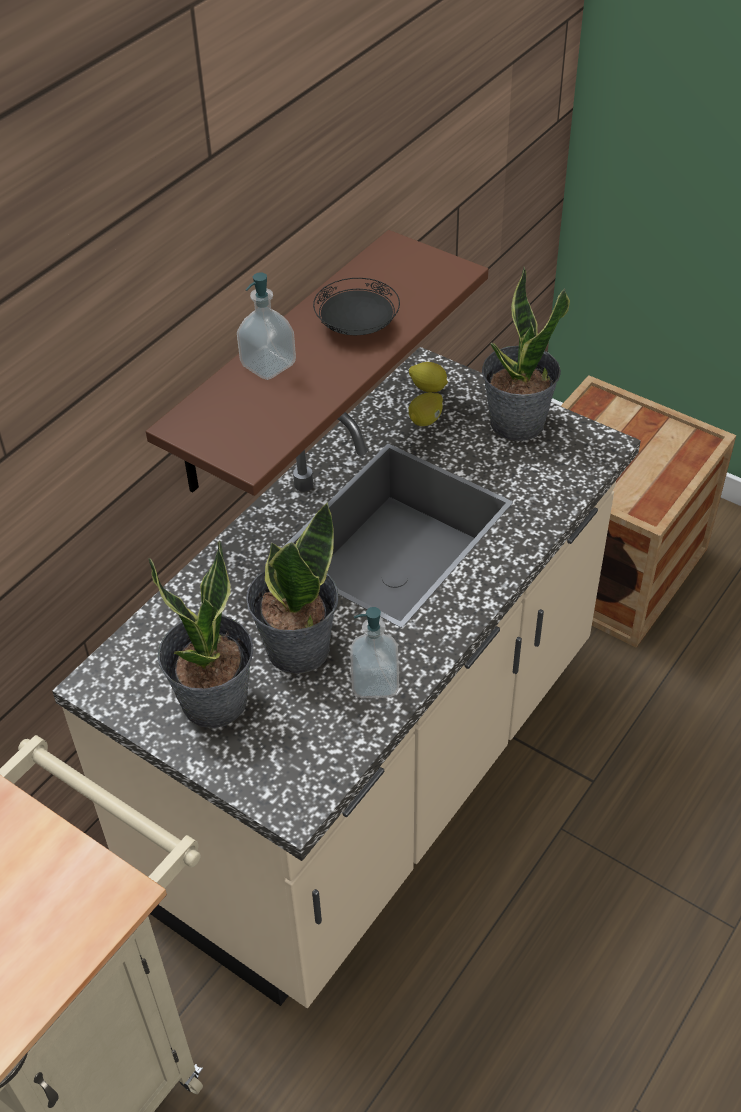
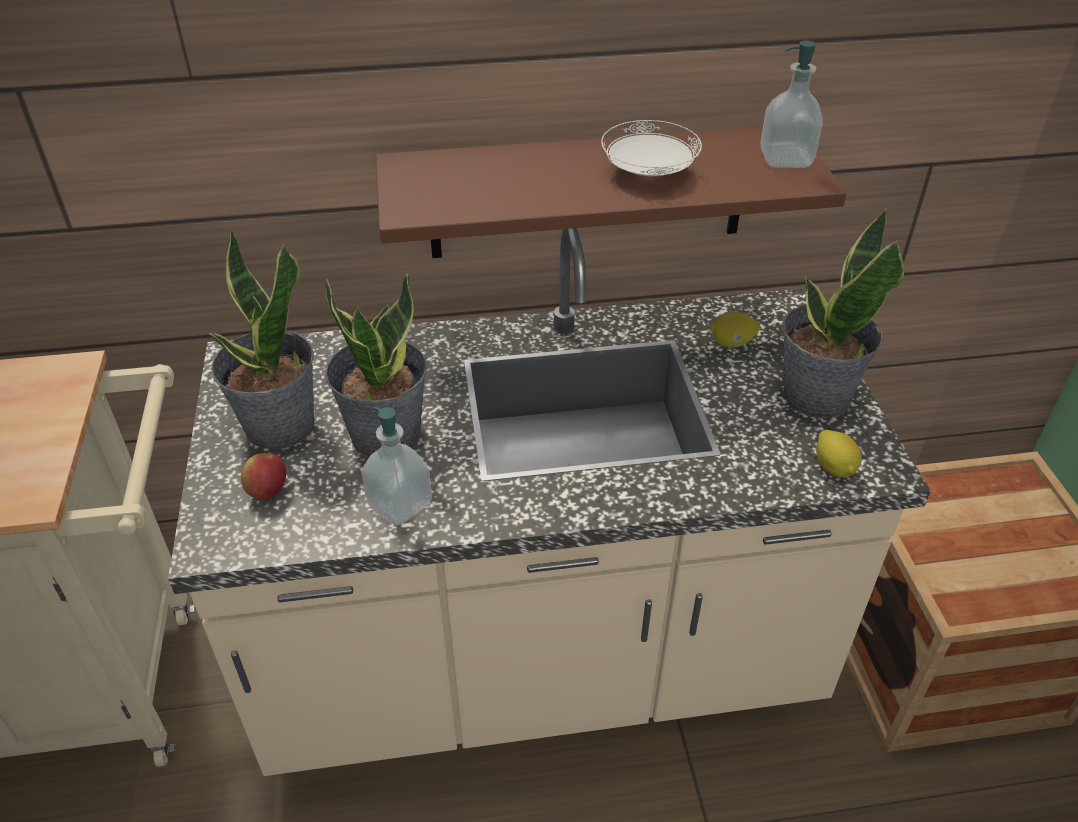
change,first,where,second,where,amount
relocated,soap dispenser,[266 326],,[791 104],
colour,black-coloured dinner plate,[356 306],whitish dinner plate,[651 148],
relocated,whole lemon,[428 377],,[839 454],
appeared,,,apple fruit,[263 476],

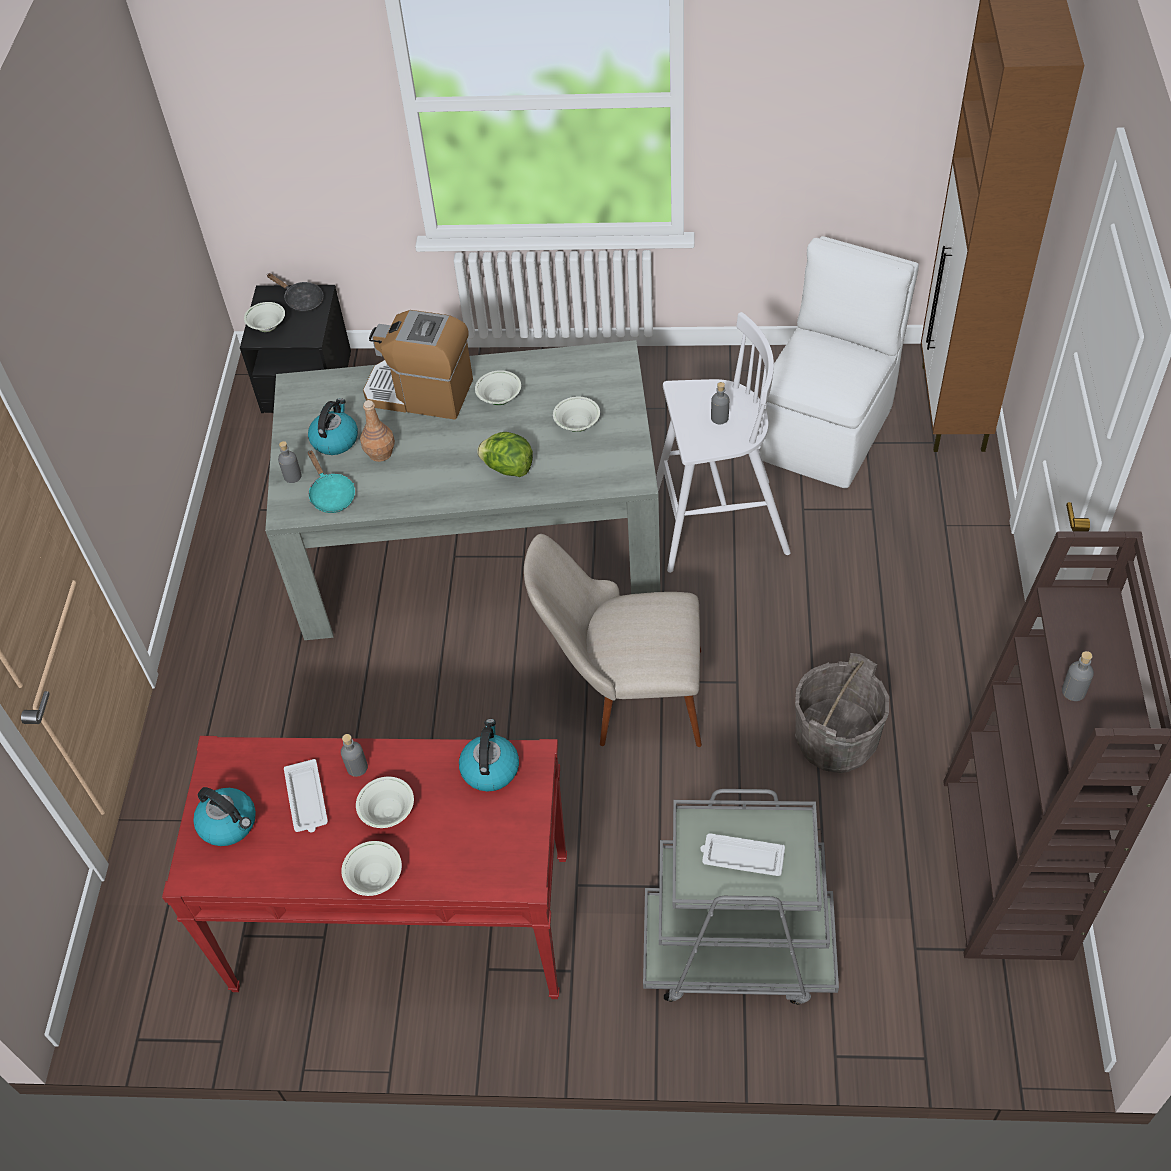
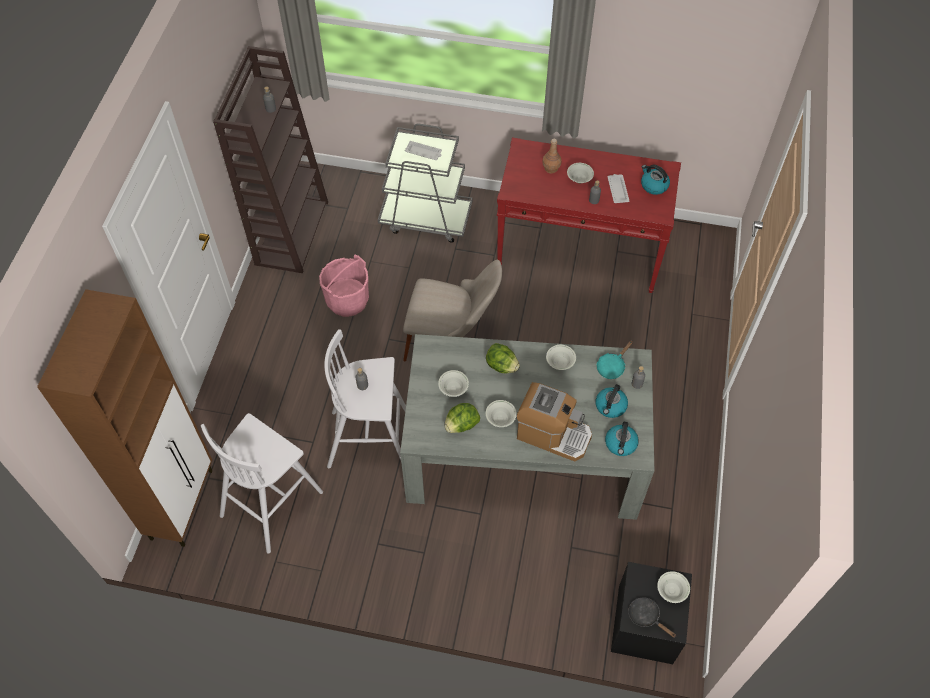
change,first,where,second,where,amount
exchanged,whitish plain chair,[839 362],whitish stool,[262 483],
relocated,brown bottle,[377 431],,[551 156],
spun,turquoise-coloured skillet,[331 481],,[615 359],120 degrees counterclockwise
colour,grey water bucket,[842 713],pink-coloured water bucket,[344 286],
relocated,water kettle,[489 755],,[622 439],
relocated,whitish deep dish,[371 868],,[561 357],
appeared,,,lettuce,[462 418],

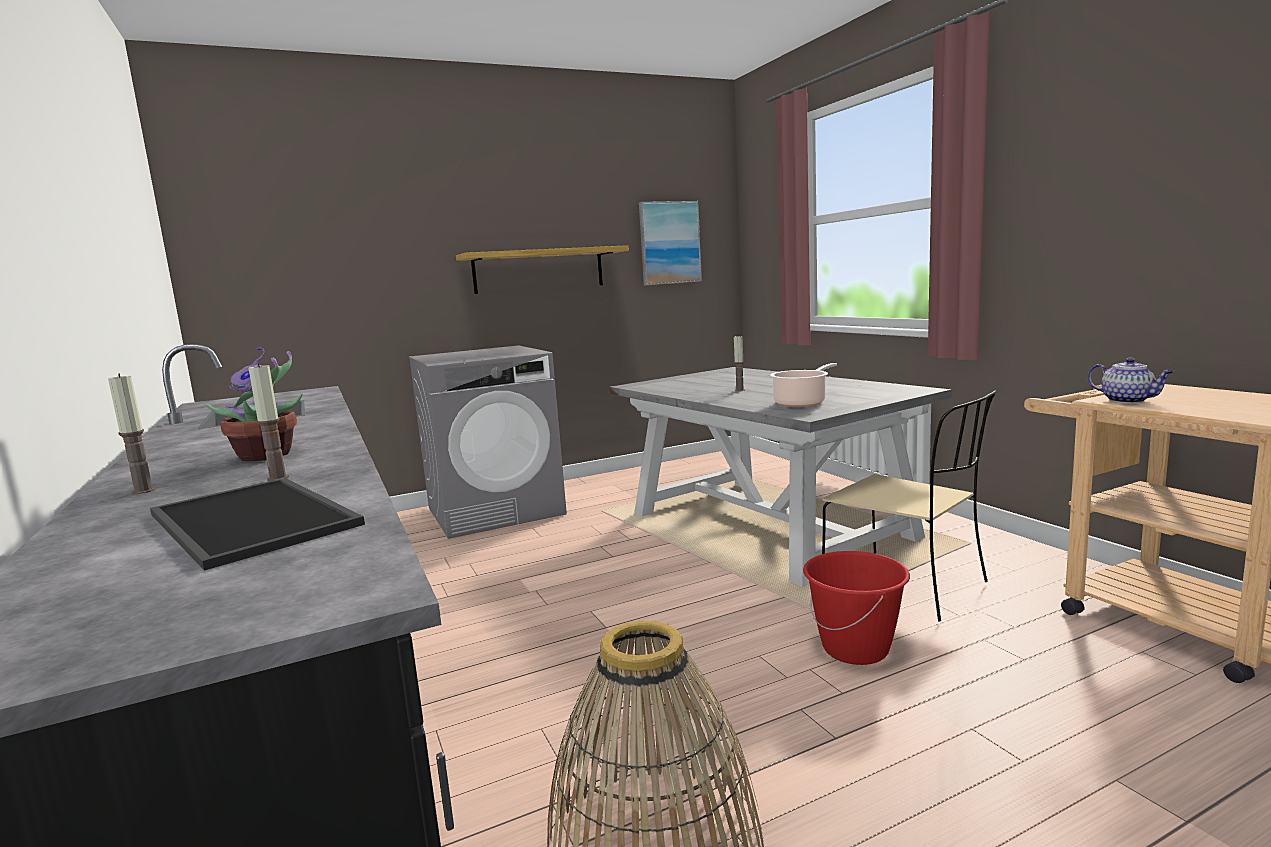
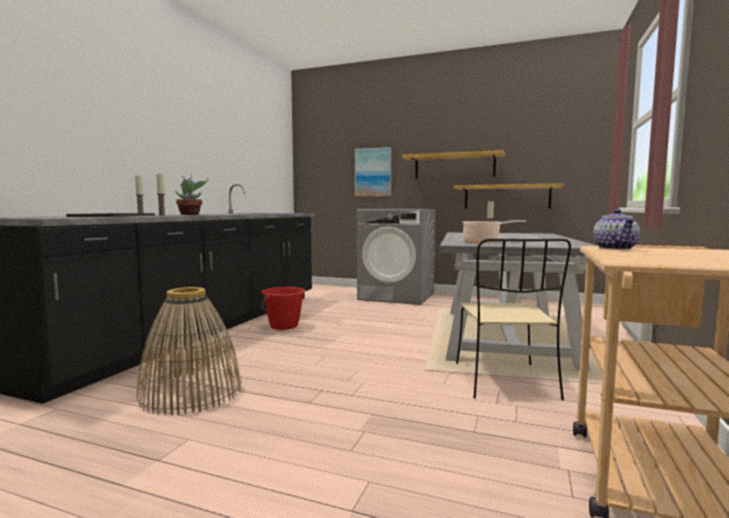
change,first,where,second,where,amount
relocated,wall picture,[670 243],,[373 172],
relocated,red water bucket,[856 608],,[283 308],
appeared,,,bracket shelf,[508 196],

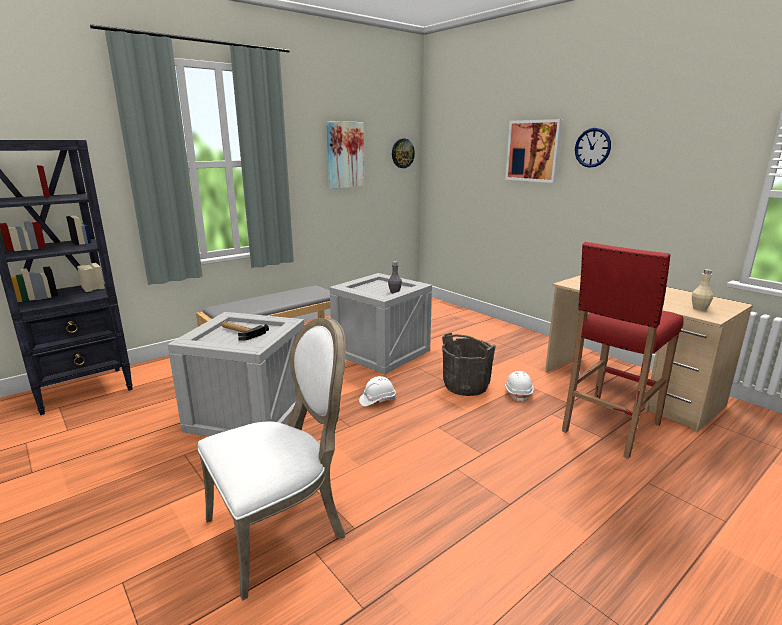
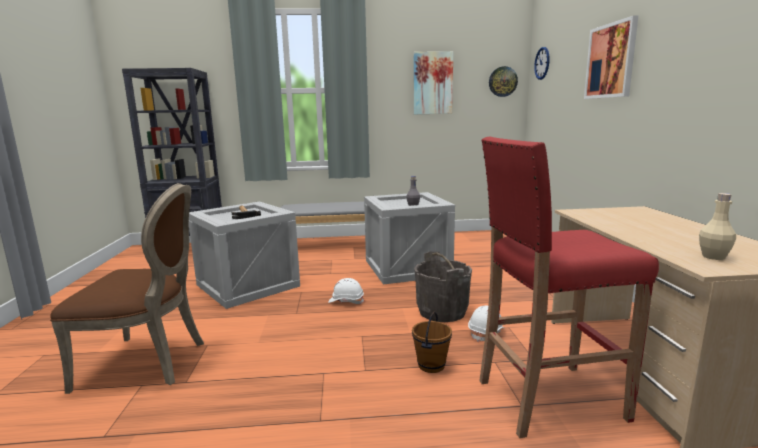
change,first,where,second,where,amount
relocated,wall clock,[593 148],,[542 63],
colour,whitish plain chair,[272 459],brown plain chair,[127 288],
appeared,,,brown water bucket,[432 342],

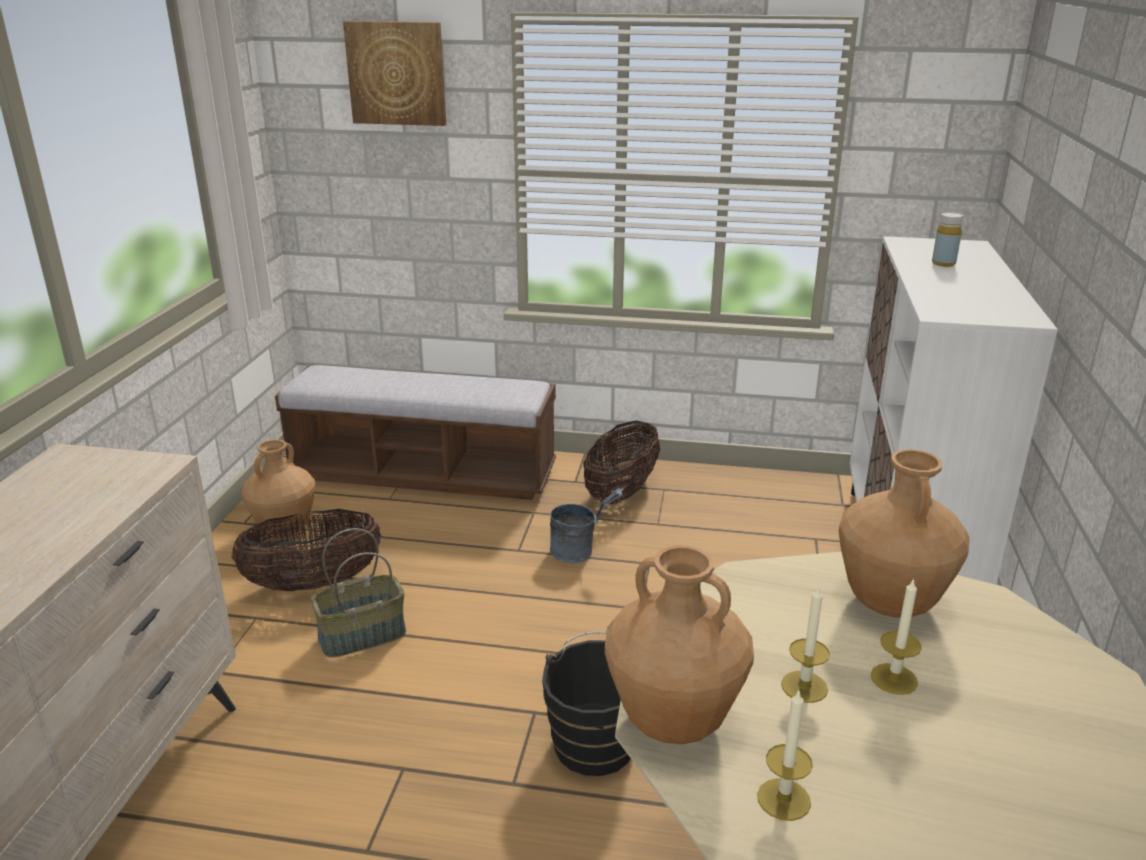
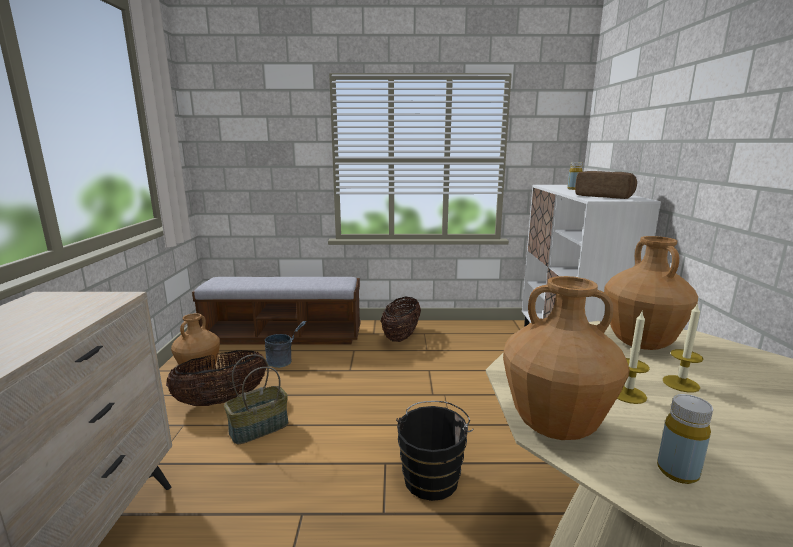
change,first,where,second,where,amount
missing,wall picture,[394 73],,,
relocated,grey water bucket,[587 526],,[286 344],
exchanged,wax candle,[785 756],yellow bottle,[685 439],
appeared,,,bread,[606 185],

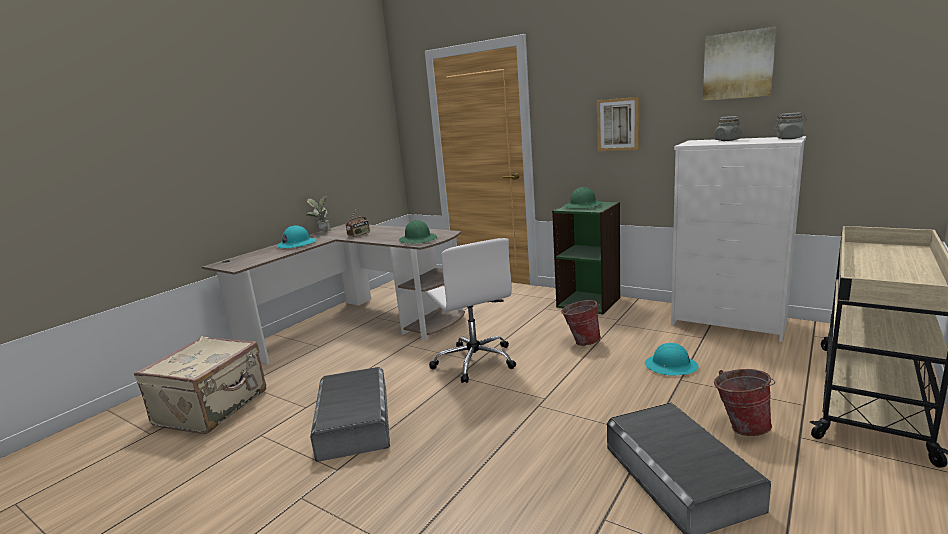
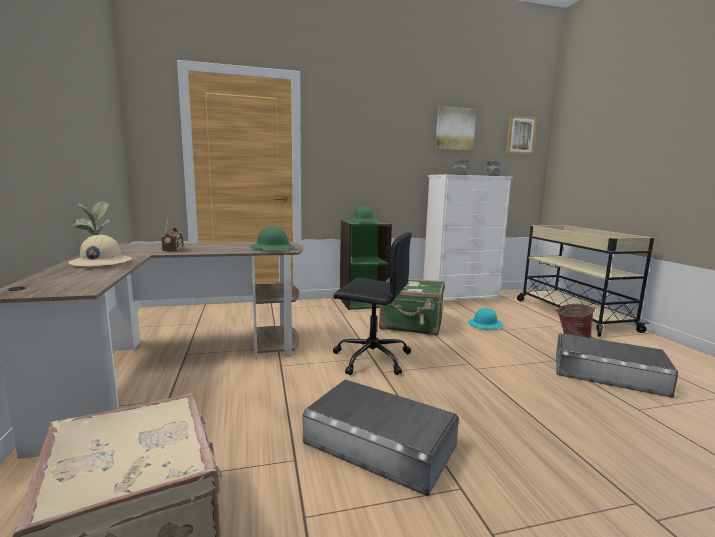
change,first,where,second,where,amount
relocated,wall picture,[618 124],,[521 135],
colour,turquoise-coloured hard hat,[296 236],beige hard hat,[100 250],
colour,whitish computer chair,[471 310],black-coloured computer chair,[372 303],
exchanged,water bucket,[581 323],green-coloured suitcase,[412 307],

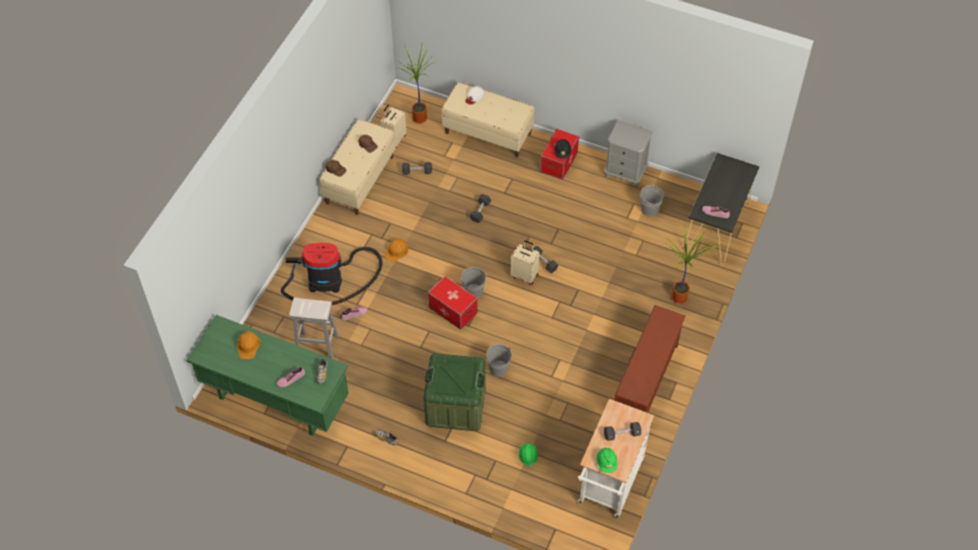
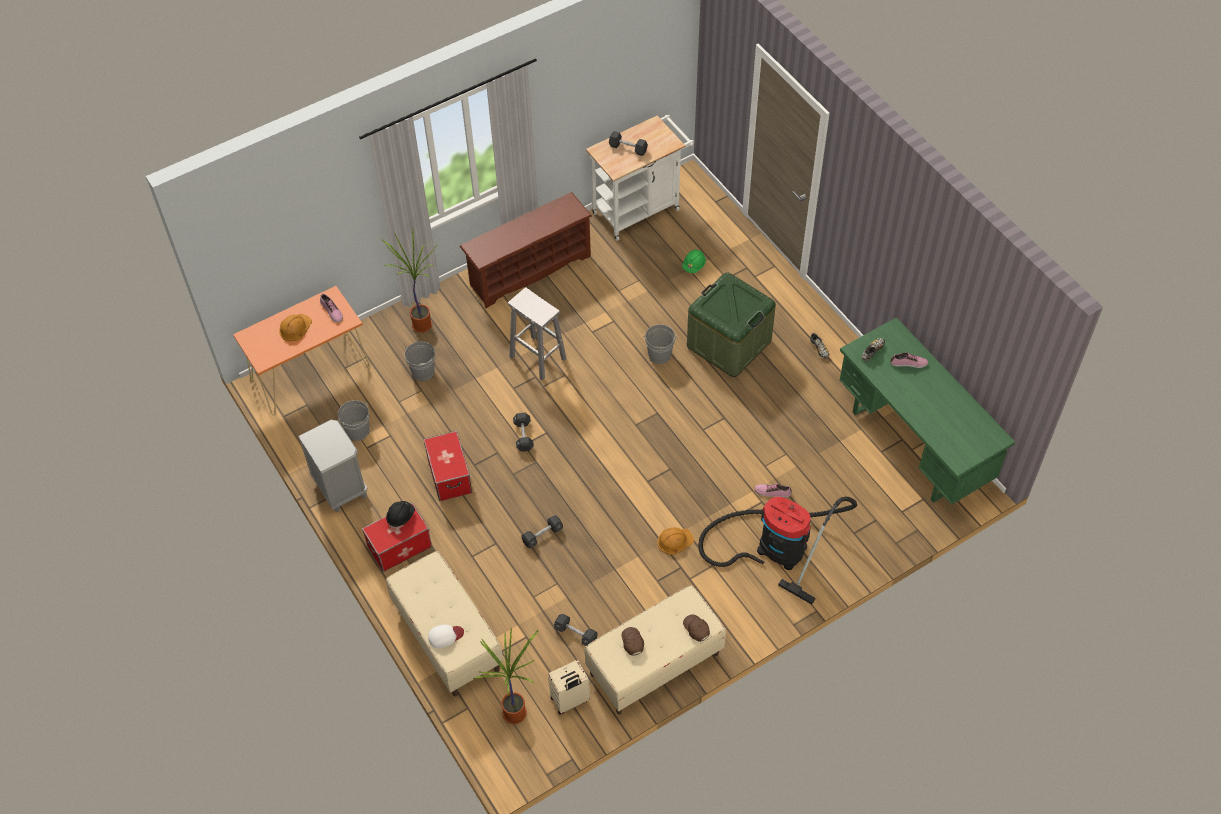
change,first,where,second,where,amount
colour,black-coloured hall table,[721 209],orange hall table,[301 350],
missing,beige suitcase,[525 262],,,
relocated,grey water bucket,[473 282],,[419 361],
relocated,storage bin,[453 303],,[447 466],
relocated,whitish stool,[314 328],,[537 334],
relocated,orange hard hat,[248 345],,[295 327],
missing,green-coloured hard hat,[606 460],,,

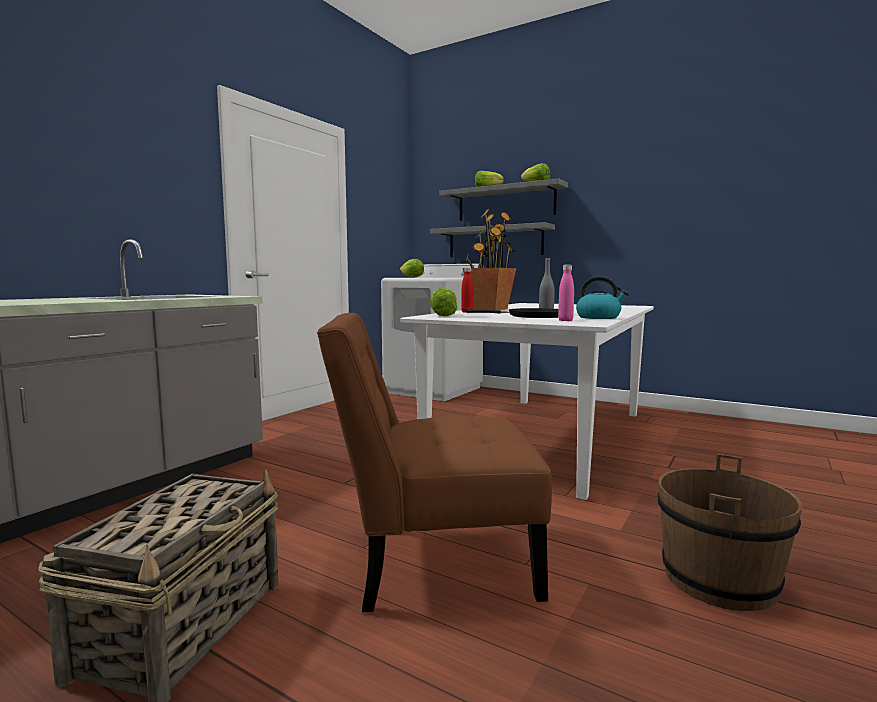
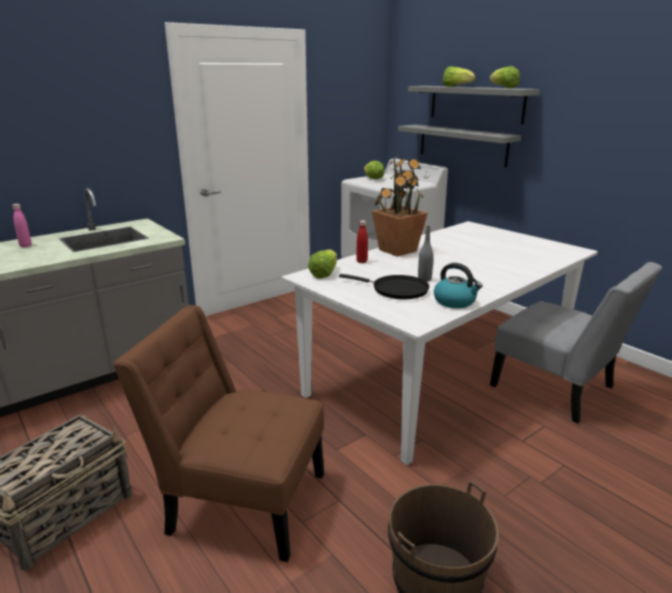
change,first,where,second,where,amount
relocated,pink-coloured bottle,[566 293],,[22 225],
appeared,,,grey plain chair,[576 342],

